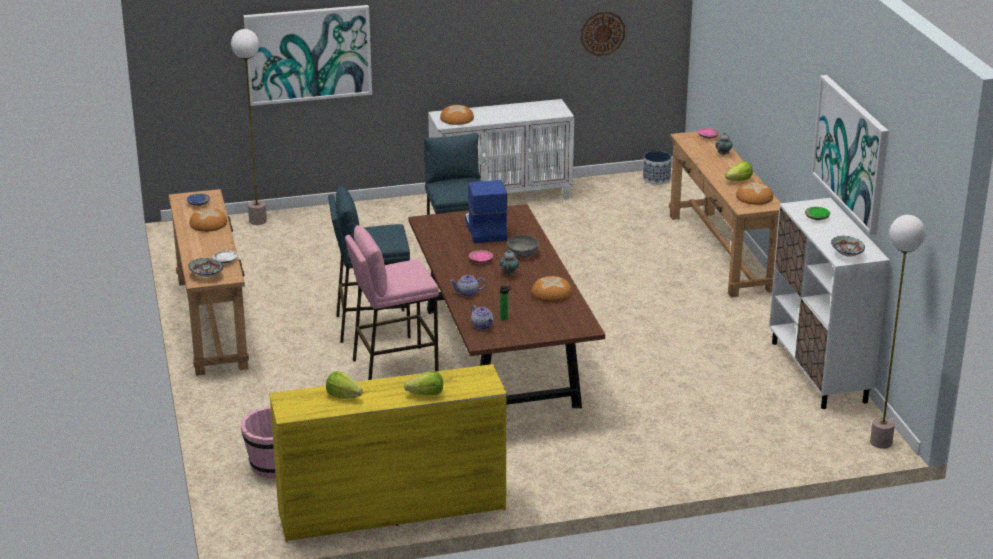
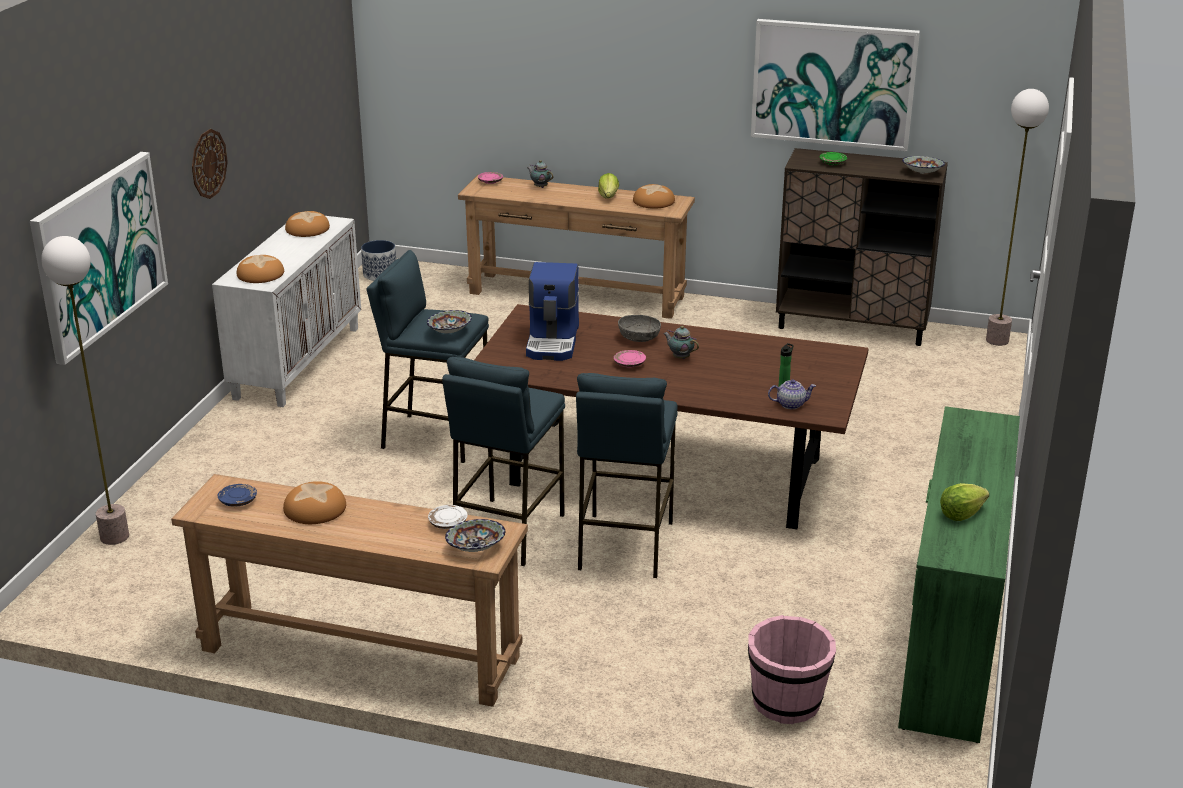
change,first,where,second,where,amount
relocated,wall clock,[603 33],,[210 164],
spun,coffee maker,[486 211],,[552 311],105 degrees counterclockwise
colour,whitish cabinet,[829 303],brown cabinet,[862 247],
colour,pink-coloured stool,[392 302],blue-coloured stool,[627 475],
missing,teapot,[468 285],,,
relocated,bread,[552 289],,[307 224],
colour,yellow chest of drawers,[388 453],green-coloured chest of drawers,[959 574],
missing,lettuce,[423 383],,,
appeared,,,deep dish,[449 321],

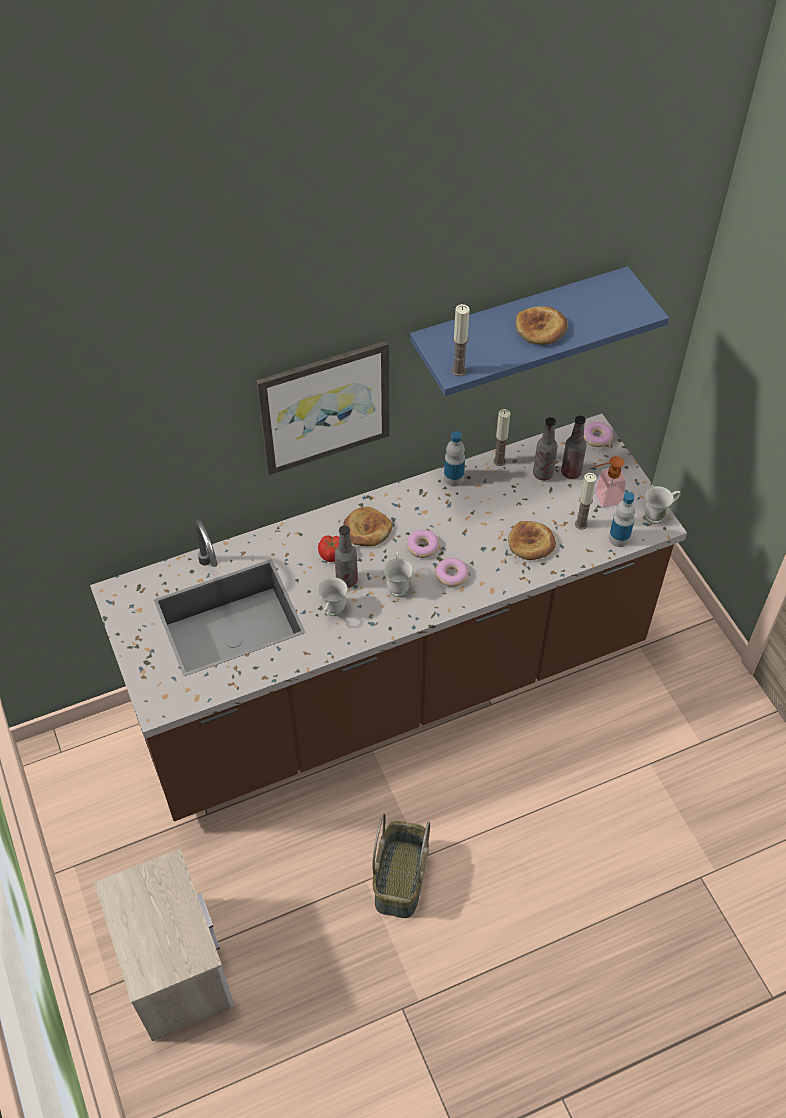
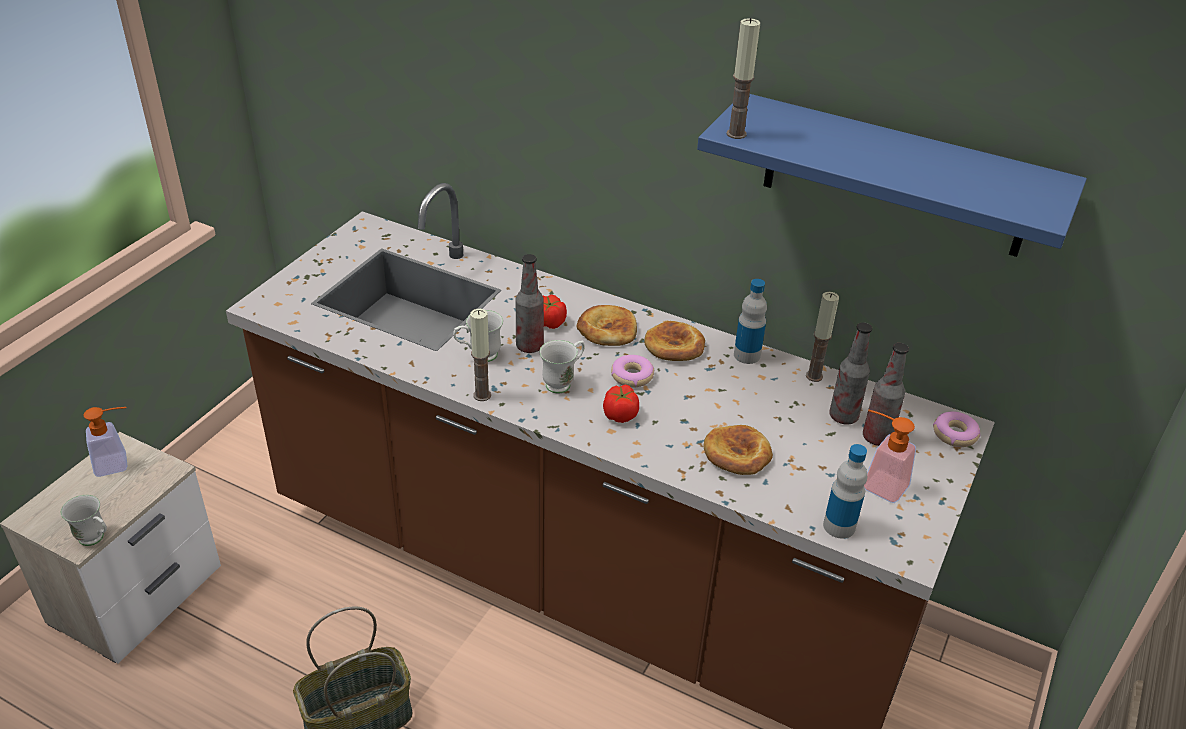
change,first,where,second,where,amount
relocated,bread,[541 325],,[674 341],
missing,wall picture,[322 407],,,
relocated,wax candle,[586 501],,[480 355],
relocated,whitish tea mug,[662 505],,[84 520],
exchanged,ring doughnut,[452 572],tomato,[621 403],
appeared,,,soap dispenser,[105 442],

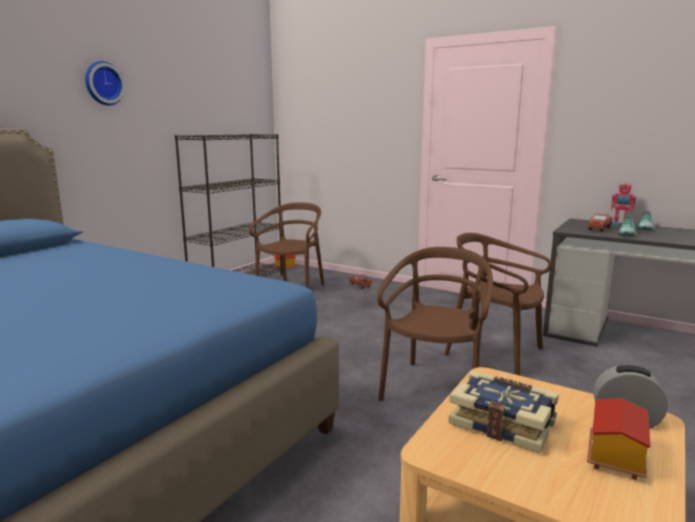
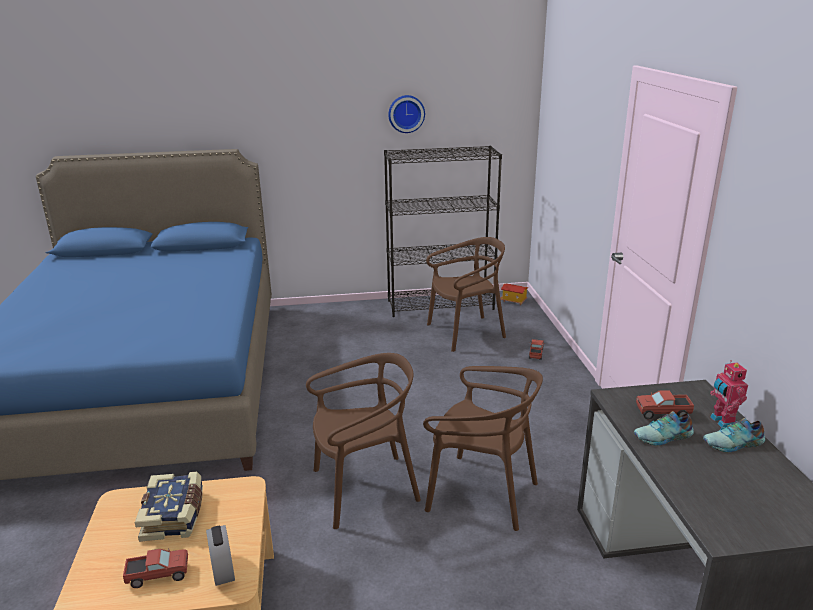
change,first,where,second,where,amount
relocated,wall clock,[105 83],,[406 114],
spun,brown plain chair,[498 304],,[483 448],120 degrees clockwise
exchanged,miniature house,[619 439],toy lorry,[155 568],

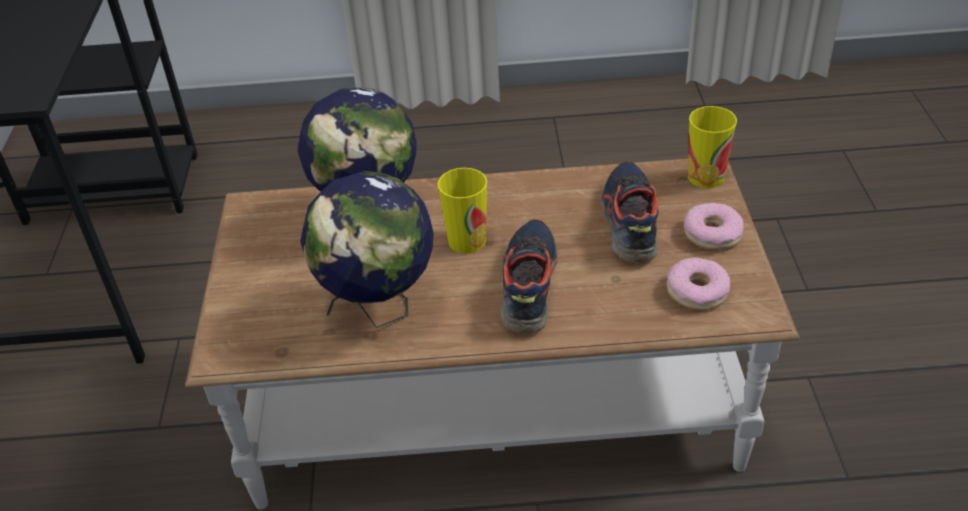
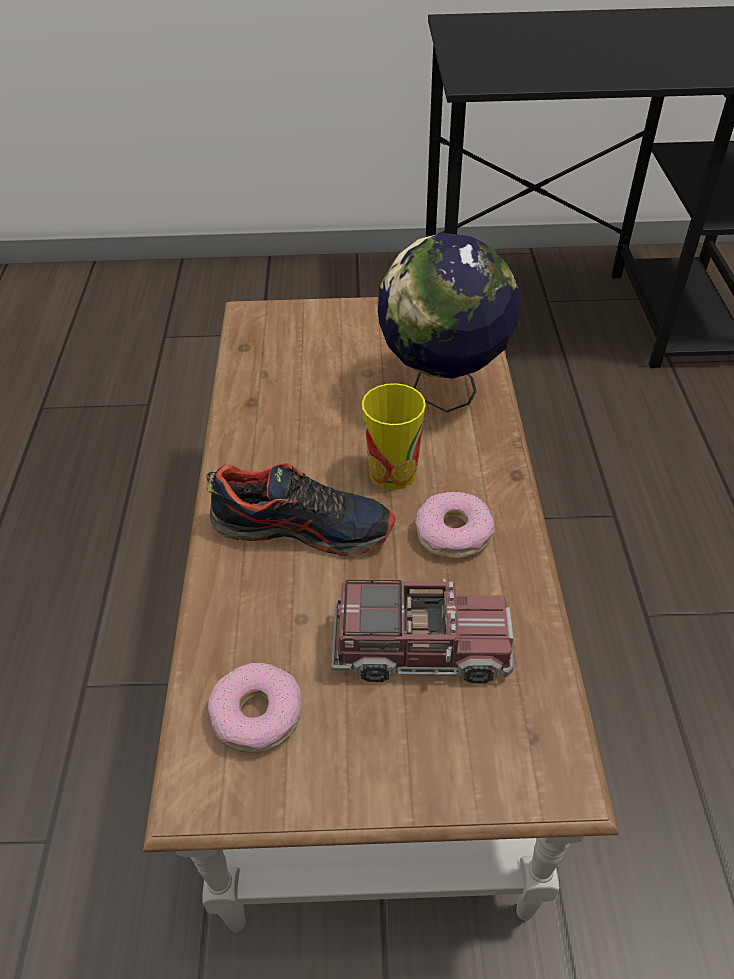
change,first,where,second,where,amount
missing,drinking cup,[712 147],,,
exchanged,item of footwear,[630 212],toy lorry,[422 631],
missing,world globe,[367 250],,,
relocated,ring doughnut,[714 226],,[455 525],

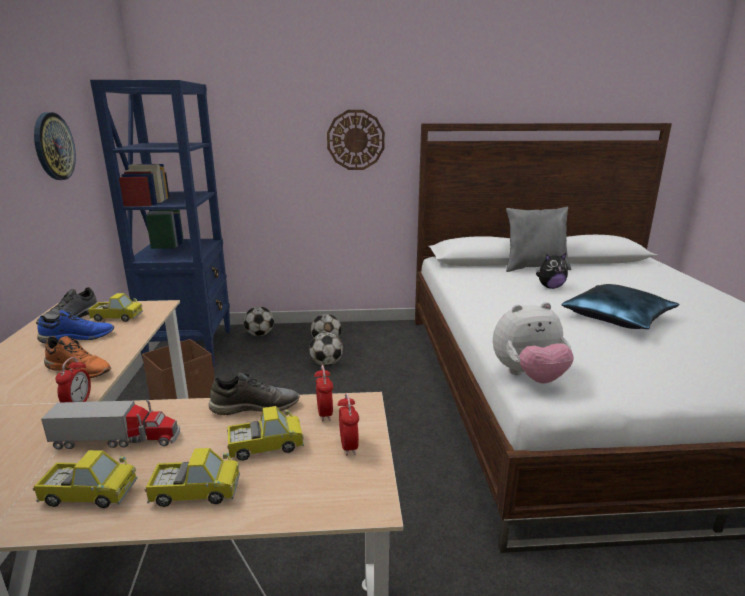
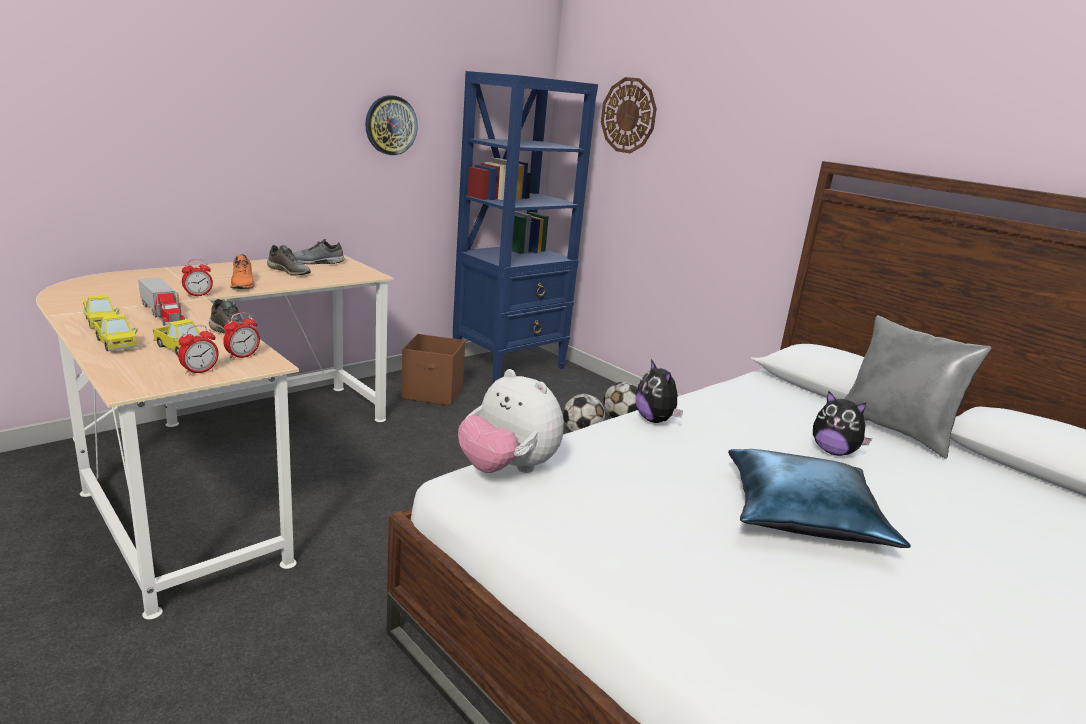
change,first,where,second,where,amount
relocated,wall clock,[356 140],,[629 115],
missing,toy lorry,[115 307],,,
missing,ball for football,[259 321],,,
colour,blue-coloured item of footwear,[75 326],grey item of footwear,[289 260],
appeared,,,soft toy,[659 391],

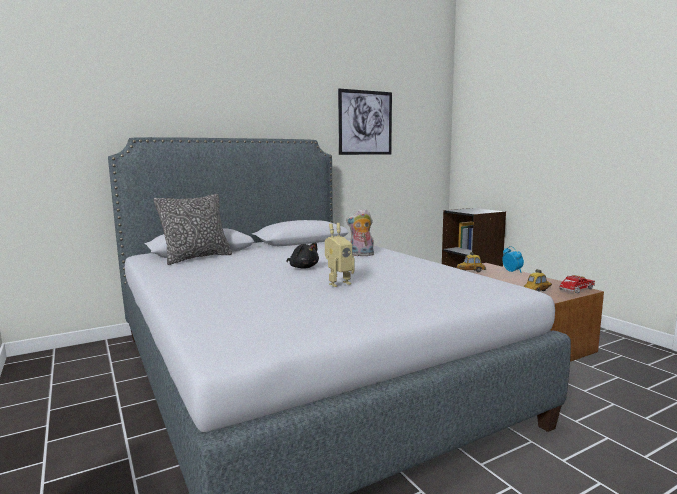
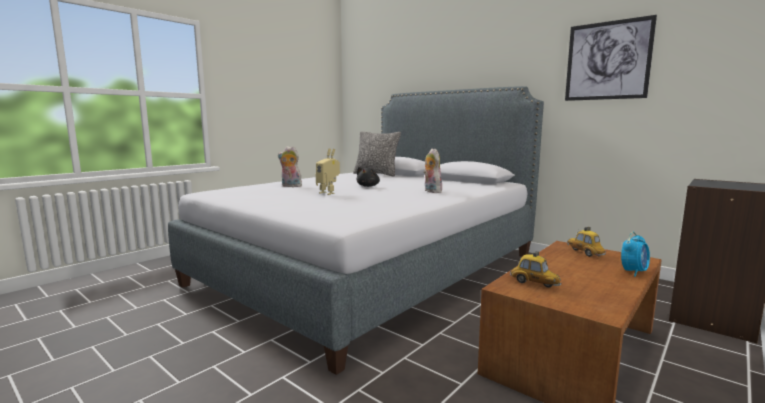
change,first,where,second,where,amount
missing,toy lorry,[577 284],,,
appeared,,,soft toy,[290 166],

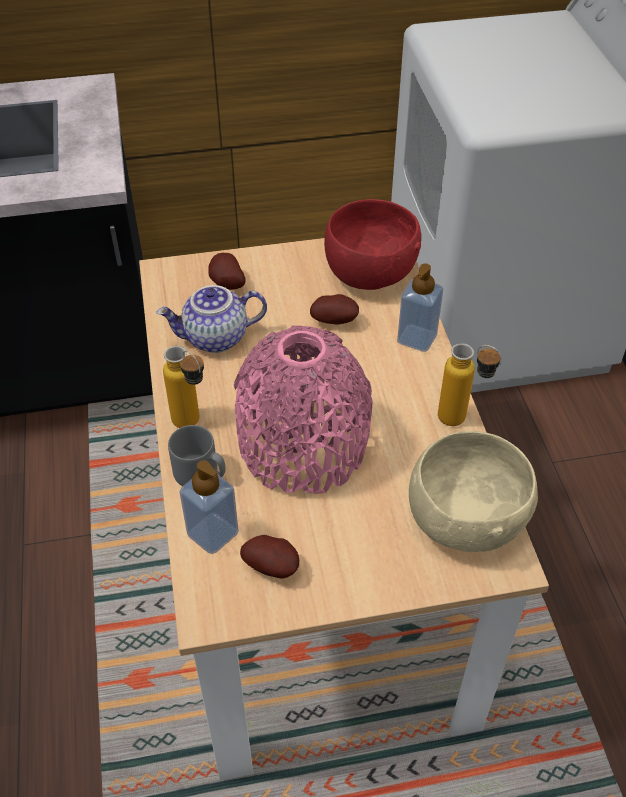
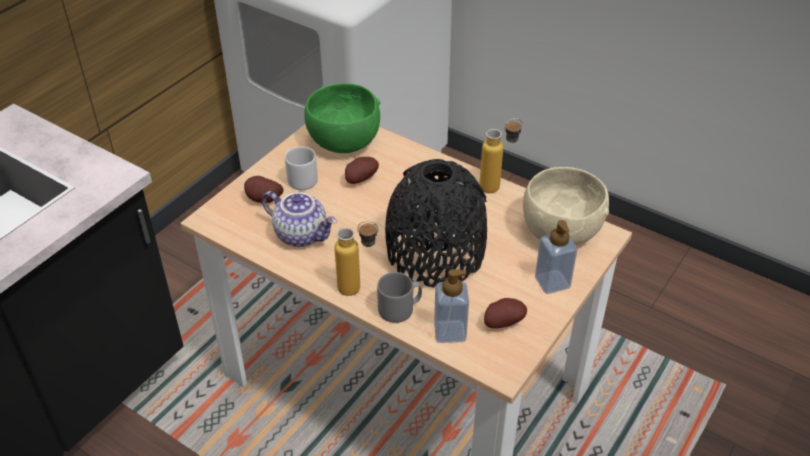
change,first,where,second,where,amount
colour,red deep dish,[372 244],green-coloured deep dish,[342 118],
relocated,soap dispenser,[420 307],,[556 257],
spun,teapot,[211 319],,[299 219],90 degrees counterclockwise
colour,pink-coloured flower vase,[303 410],black-coloured flower vase,[436 223],
appeared,,,grey tea mug,[301 168],

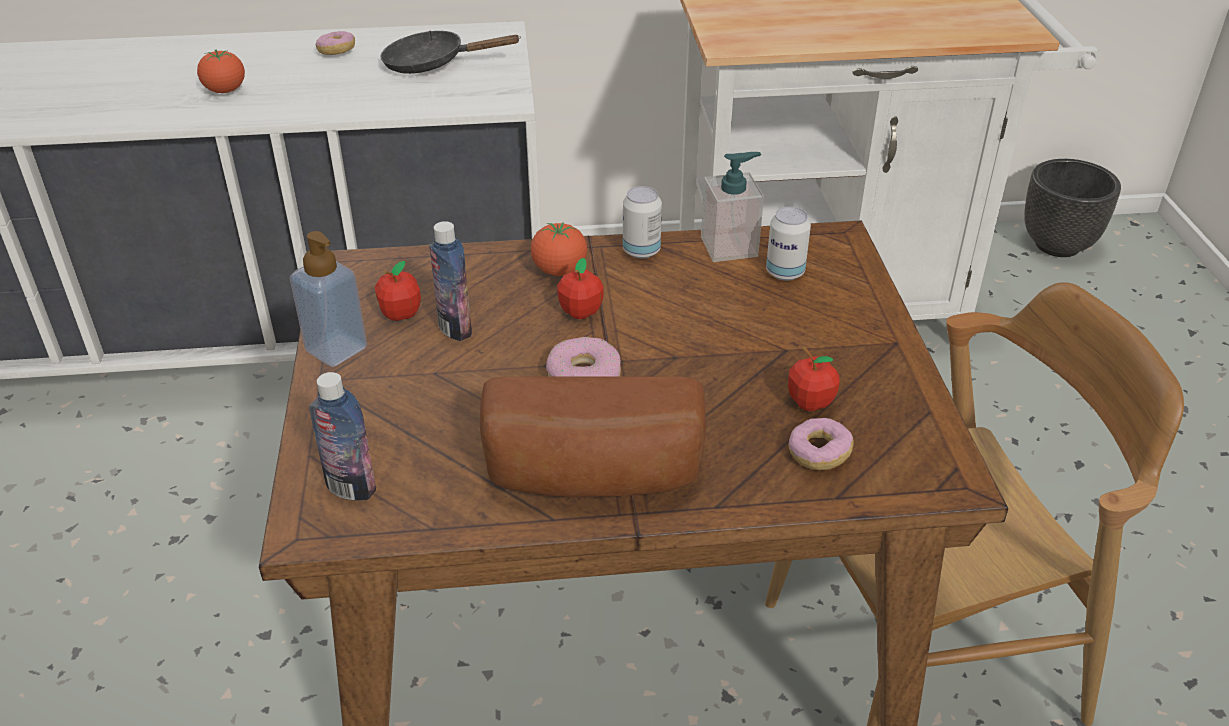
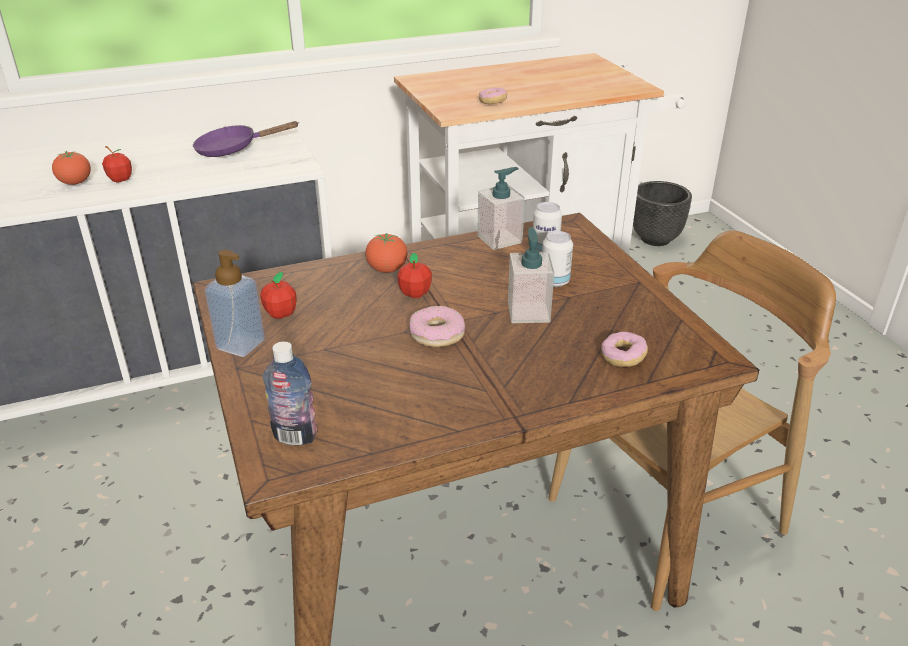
change,first,where,second,where,amount
relocated,ring doughnut,[335 43],,[493 96],
colour,black-coloured skillet,[450 52],purplish skillet,[246 139],
relocated,sealed can,[642 222],,[557 259],
missing,bottle,[450 281],,,
relocated,apple fruit,[814 379],,[117 164],
missing,bread,[593 436],,,
appeared,,,soap dispenser,[531 275],

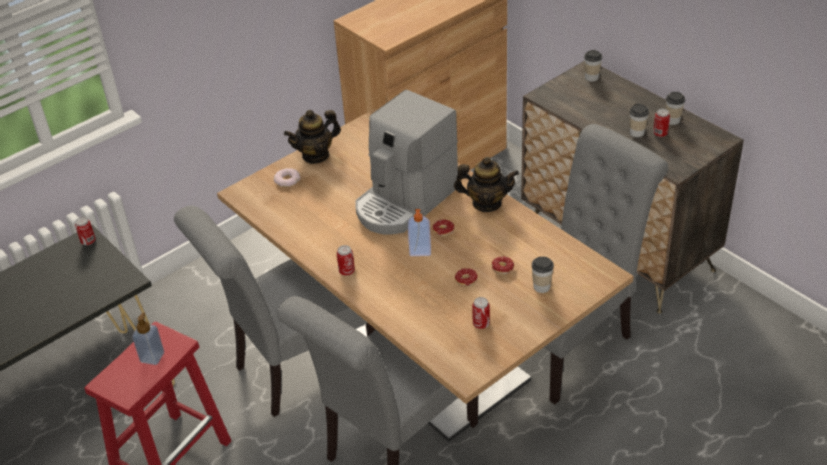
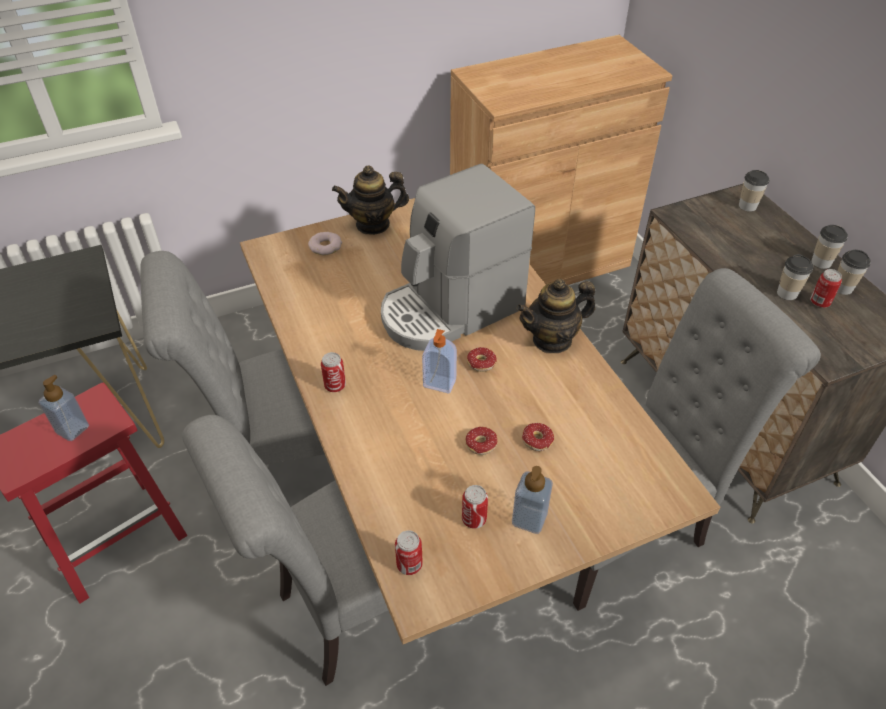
change,first,where,second,where,amount
spun,teapot,[486 184],,[555 316],135 degrees clockwise
relocated,sealed can,[85 231],,[409 552],
relocated,drinking cup,[543 274],,[830 247],
appeared,,,soap dispenser,[532 500],

